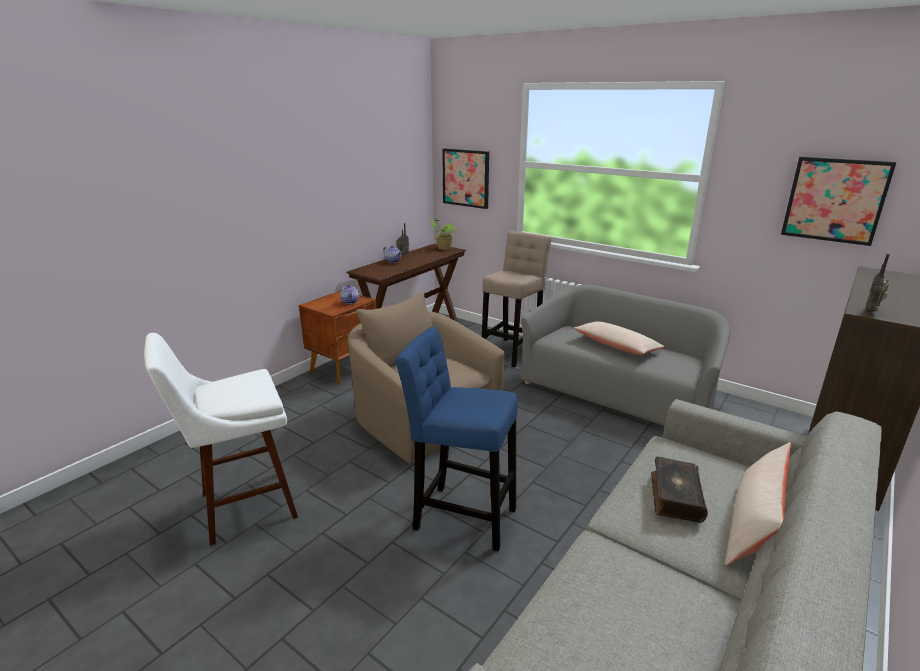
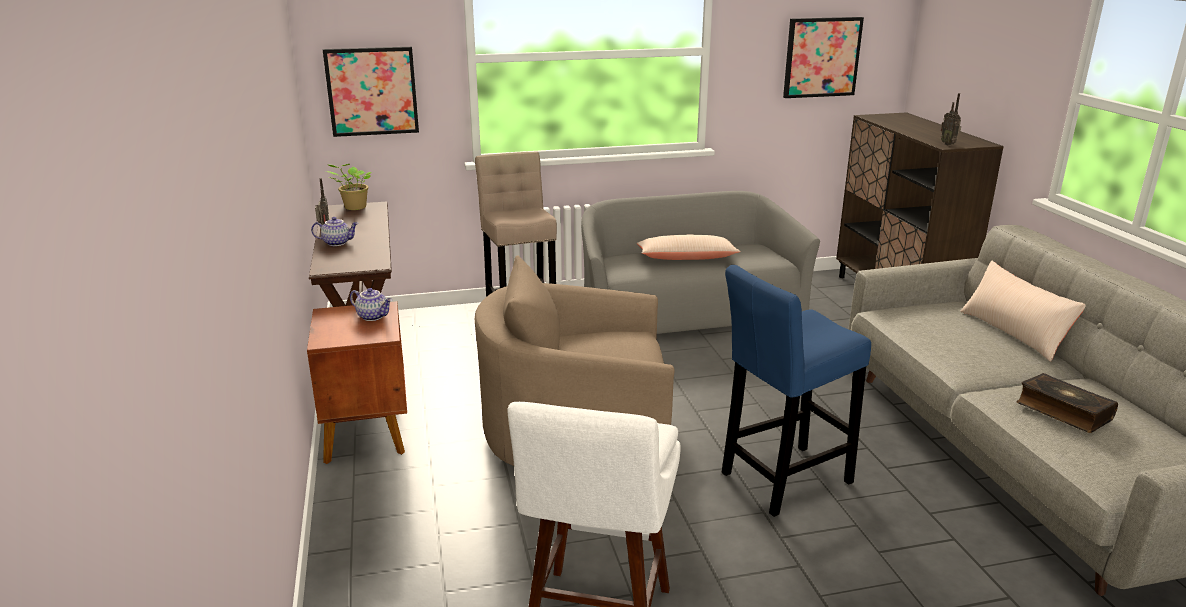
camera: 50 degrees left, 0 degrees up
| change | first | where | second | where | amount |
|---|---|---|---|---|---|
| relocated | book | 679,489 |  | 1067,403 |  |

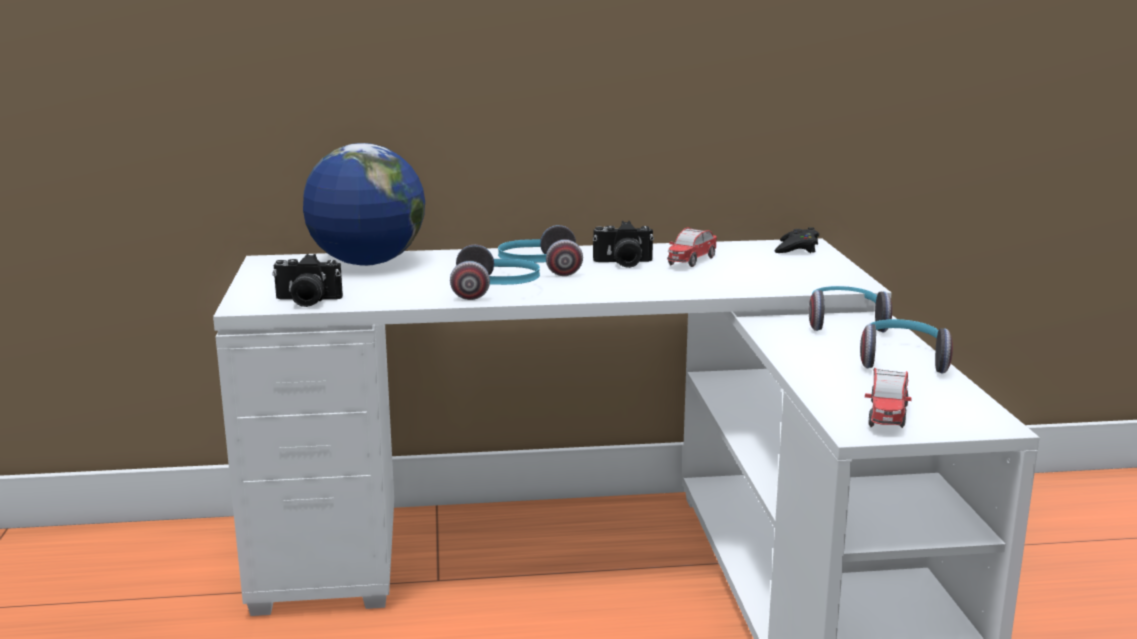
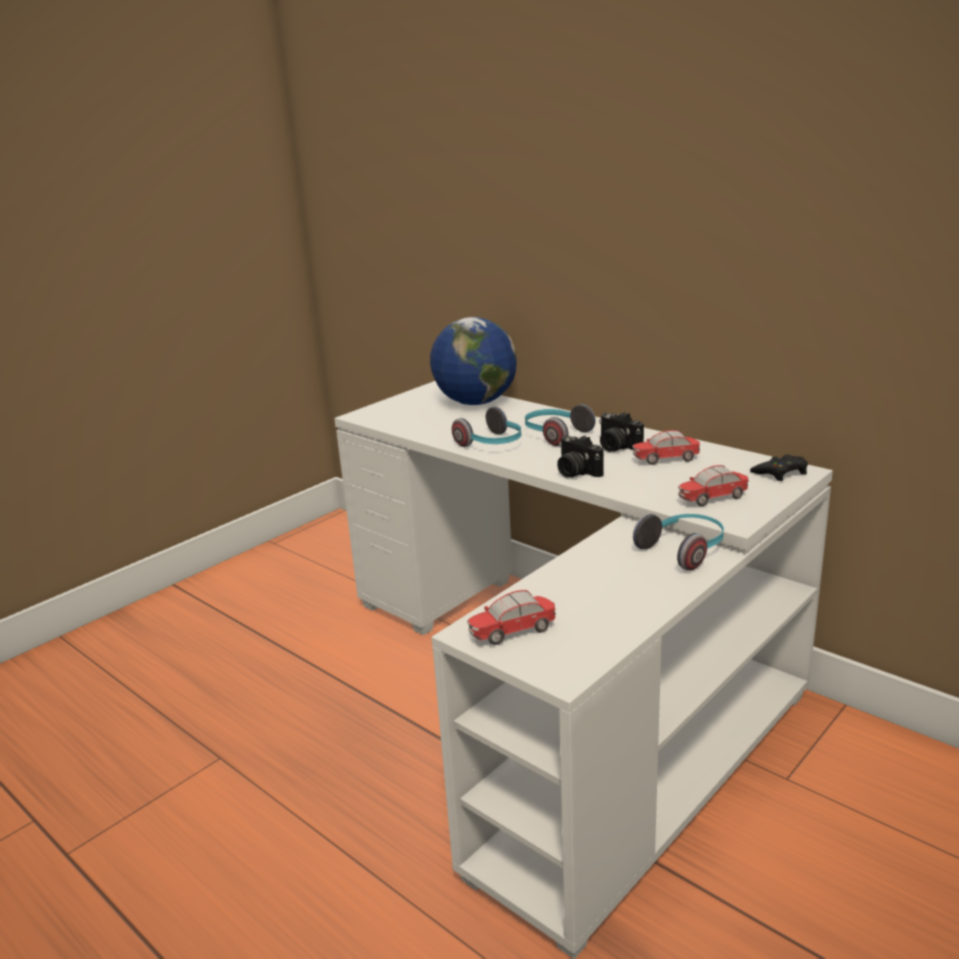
camera: 50 degrees right, 5 degrees up
| change | first | where | second | where | amount |
|---|---|---|---|---|---|
| missing | headphones | 906,346 |  |  |  |
| appeared |  |  | toy car | 713,485 |  |
| relocated | photo camera | 307,280 |  | 580,456 |  |

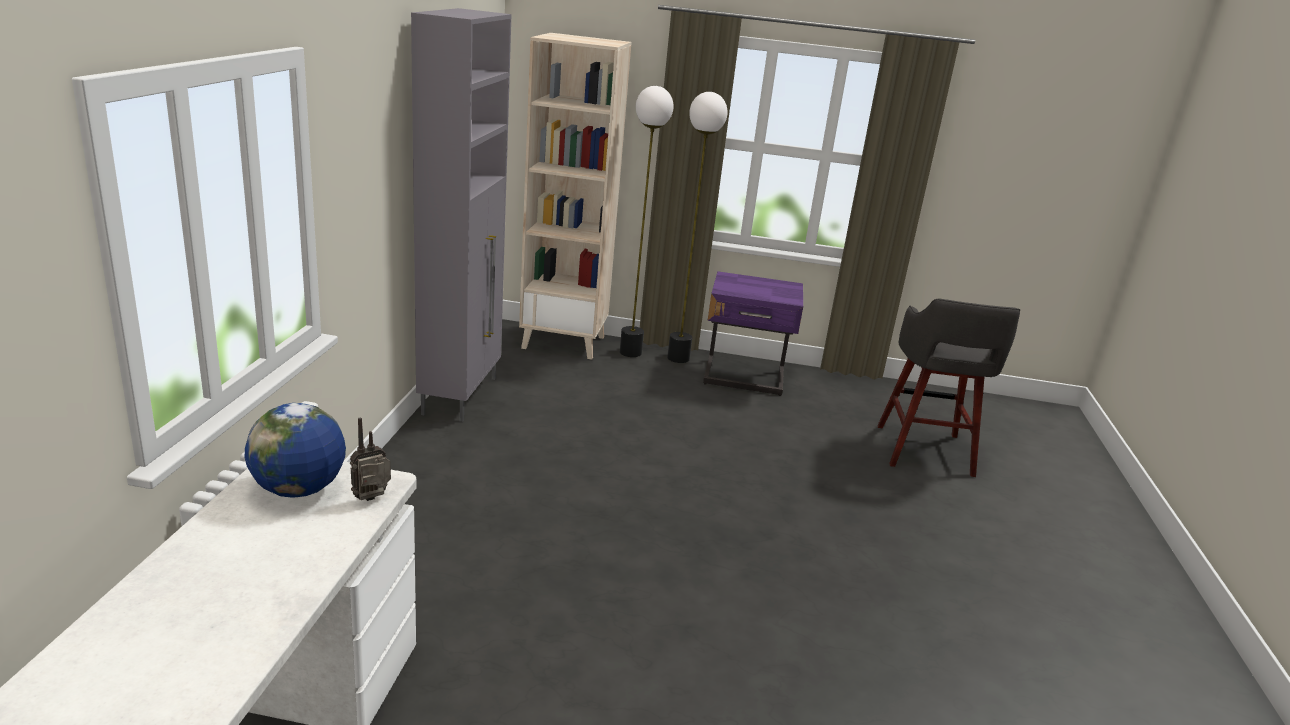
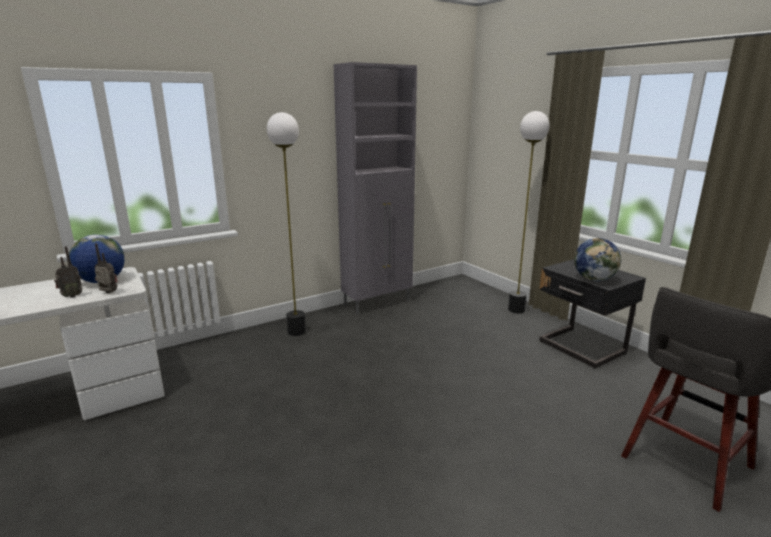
camera: 50 degrees right, 5 degrees down
| change | first | where | second | where | amount |
|---|---|---|---|---|---|
| missing | beige bookcase | 575,196 |  |  |  |
| appeared |  |  | radio | 68,272 |  |
| appeared |  |  | globe | 597,259 |  |
| relocated | floor lamp | 697,227 |  | 286,224 |  |
| colour | purple nightstand | 753,333 | black nightstand | 592,314 |  |

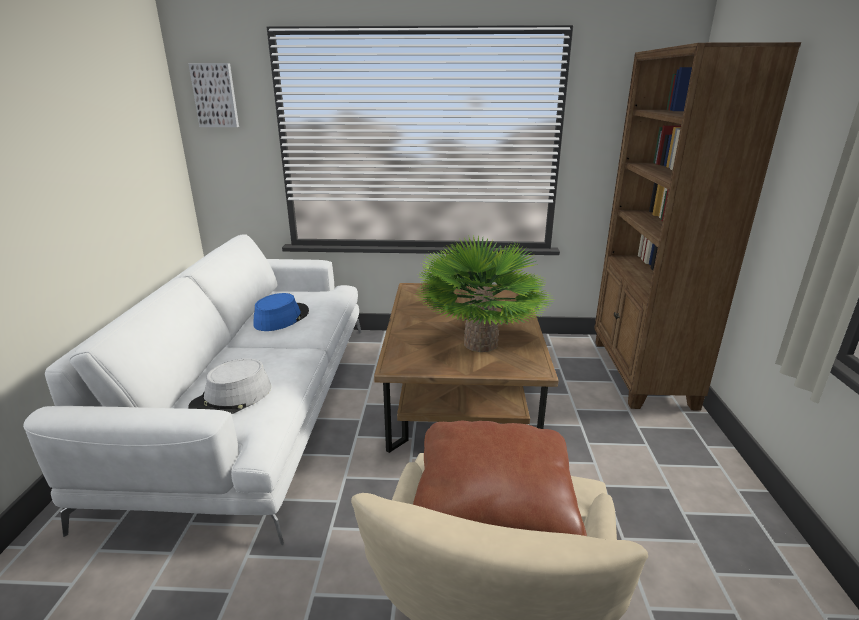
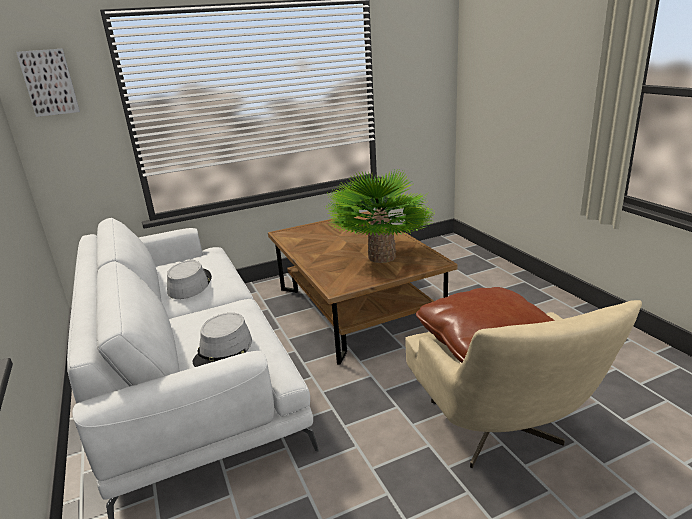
camera: 25 degrees left, 0 degrees up
| change | first | where | second | where | amount |
|---|---|---|---|---|---|
| missing | brown bookcase | 697,226 |  |  |  |
| colour | blue hat | 281,312 | grey hat | 189,279 |  |

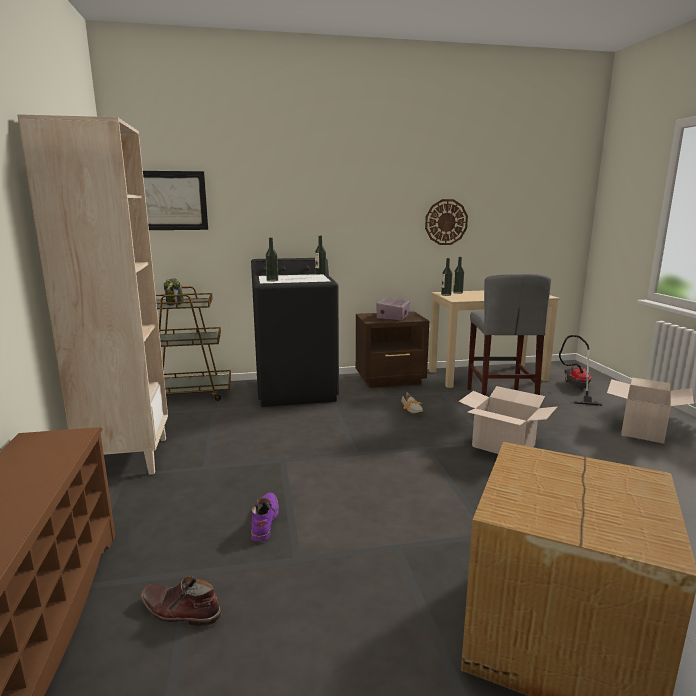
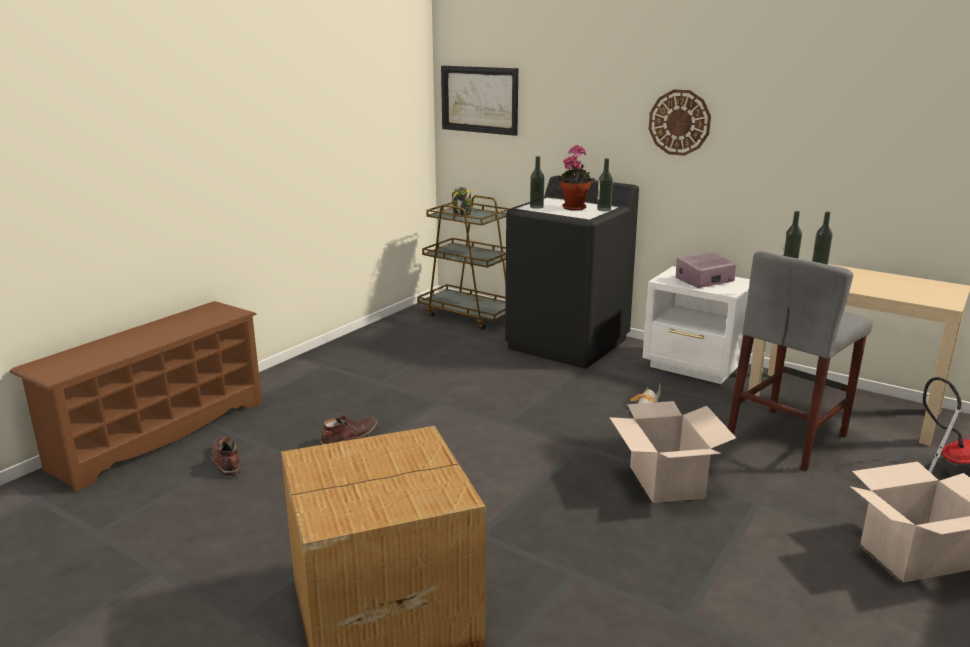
camera: 45 degrees right, 5 degrees up
| change | first | where | second | where | amount |
|---|---|---|---|---|---|
| missing | beige bookcase | 92,294 |  |  |  |
| appeared |  |  | potted plant | 576,178 |  |
| relocated | wall clock | 446,222 |  | 680,122 |  |
| colour | purple boot | 265,517 | brown boot | 349,429 |  |
| colour | brown nightstand | 392,349 | white nightstand | 696,325 |  |

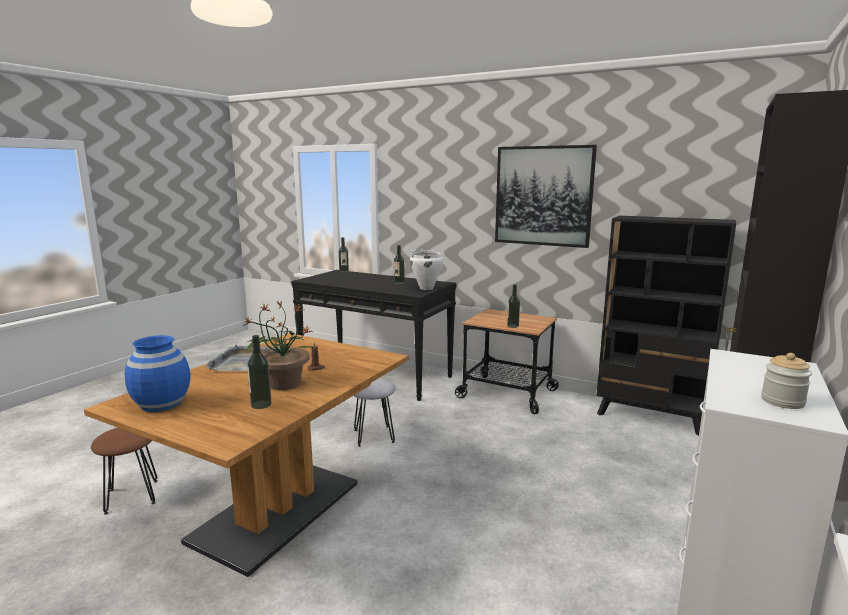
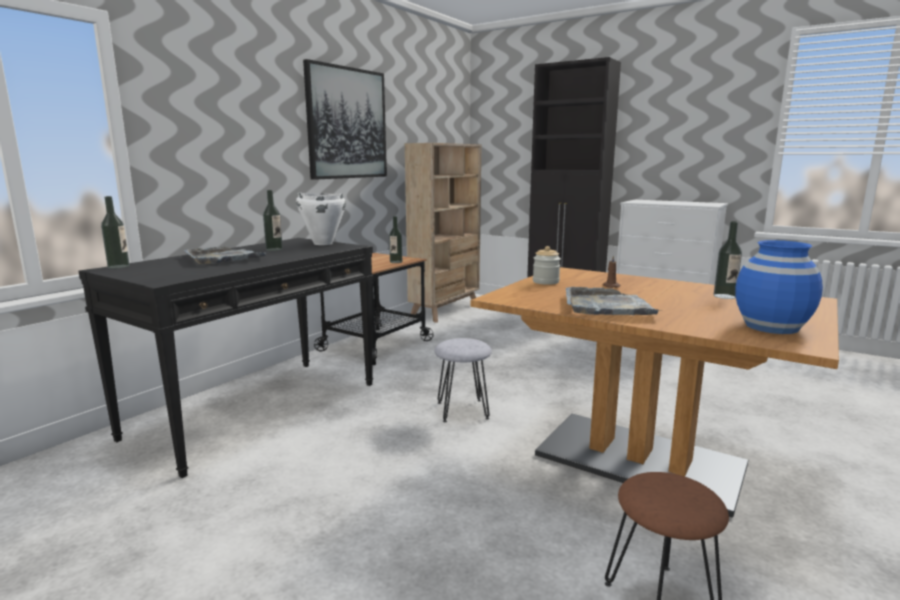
camera: 85 degrees left, 0 degrees up
| change | first | where | second | where | amount |
|---|---|---|---|---|---|
| missing | potted plant | 278,345 |  |  |  |
| appeared |  |  | grey tray | 226,255 |  |
| relocated | jar | 786,381 |  | 547,265 |  |
| colour | black bookcase | 666,326 | beige bookcase | 443,233 |  |

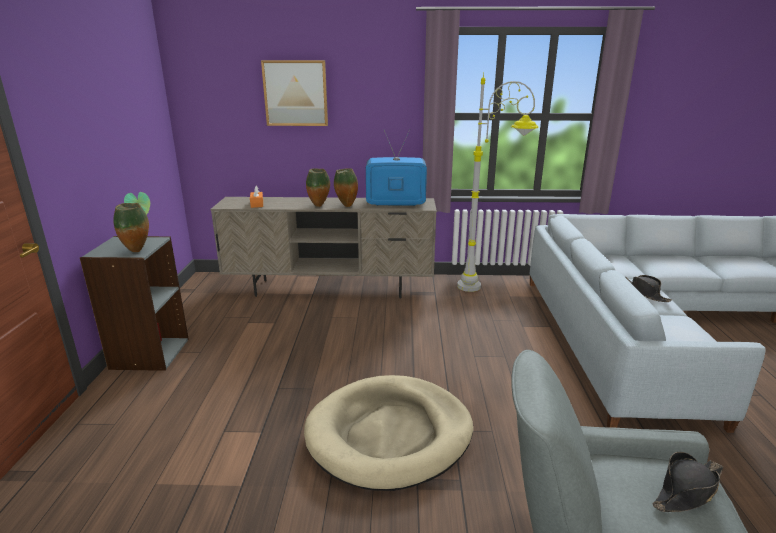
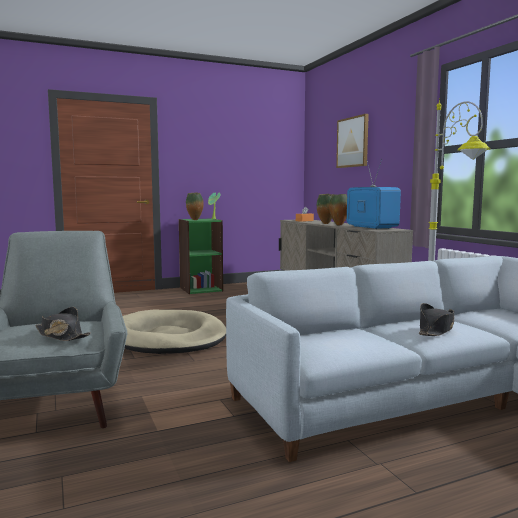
camera: 65 degrees right, 15 degrees down
| change | first | where | second | where | amount |
|---|---|---|---|---|---|
| colour | grey bookcase | 134,303 | green bookcase | 201,256 |  |

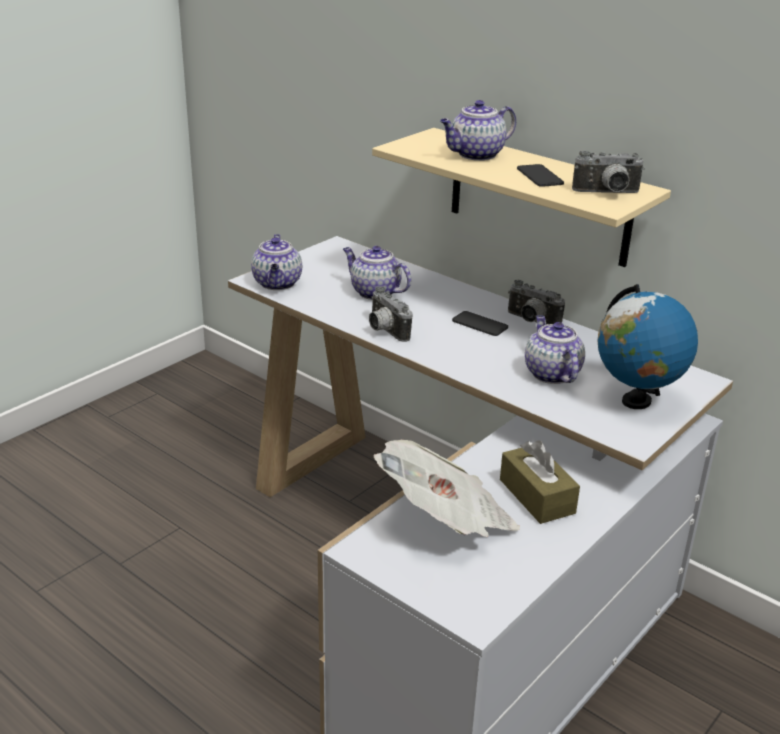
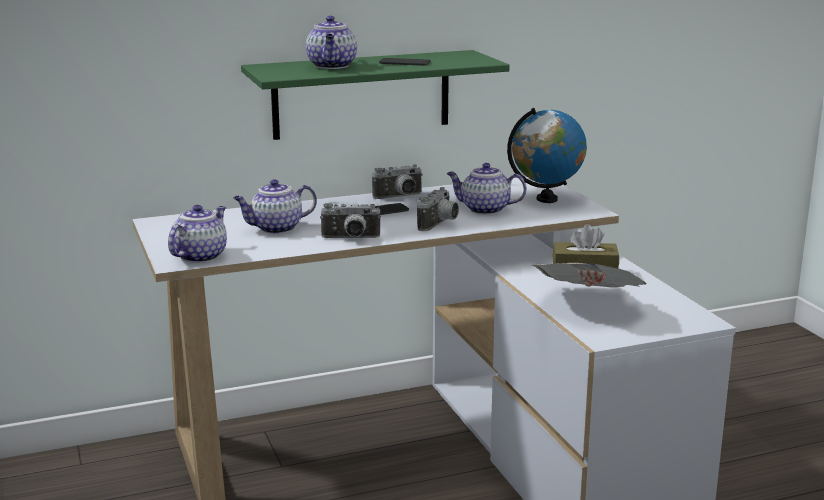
camera: 60 degrees left, 10 degrees down
| change | first | where | second | where | amount |
|---|---|---|---|---|---|
| relocated | photo camera | 608,172 |  | 438,209 |  |
| colour | beige shelf | 521,197 | green shelf | 375,95 |  |
| spun | teapot | 276,262 |  | 197,234 | 90 degrees counterclockwise |

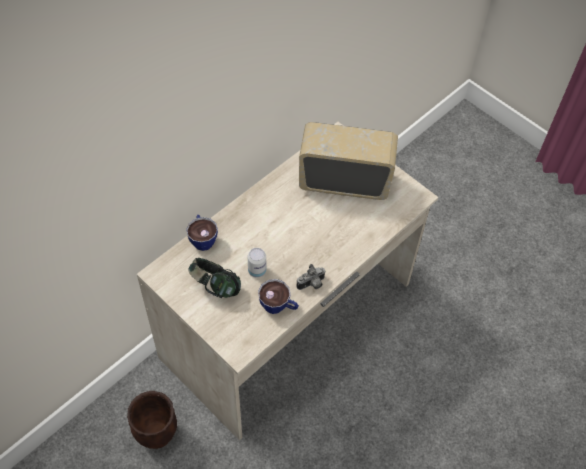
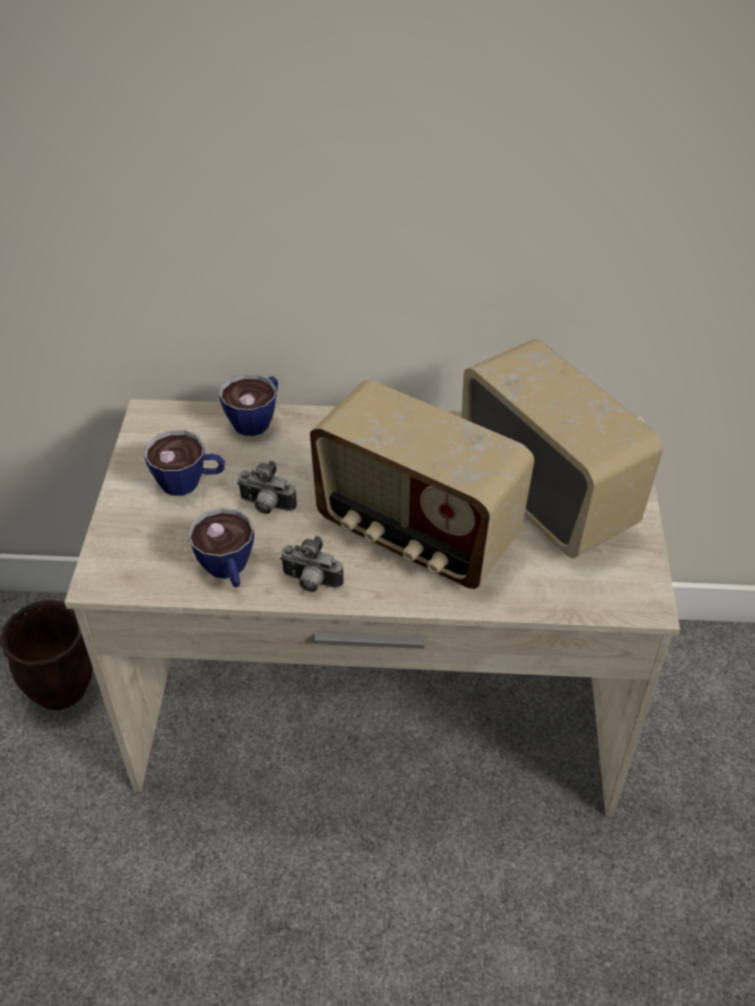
camera: 50 degrees right, 10 degrees down
| change | first | where | second | where | amount |
|---|---|---|---|---|---|
| appeared |  |  | radio | 422,484 |  |
| exchanged | headphones | 214,278 | cup | 184,463 |  |
| exchanged | can | 257,263 | photo camera | 267,487 |  |

